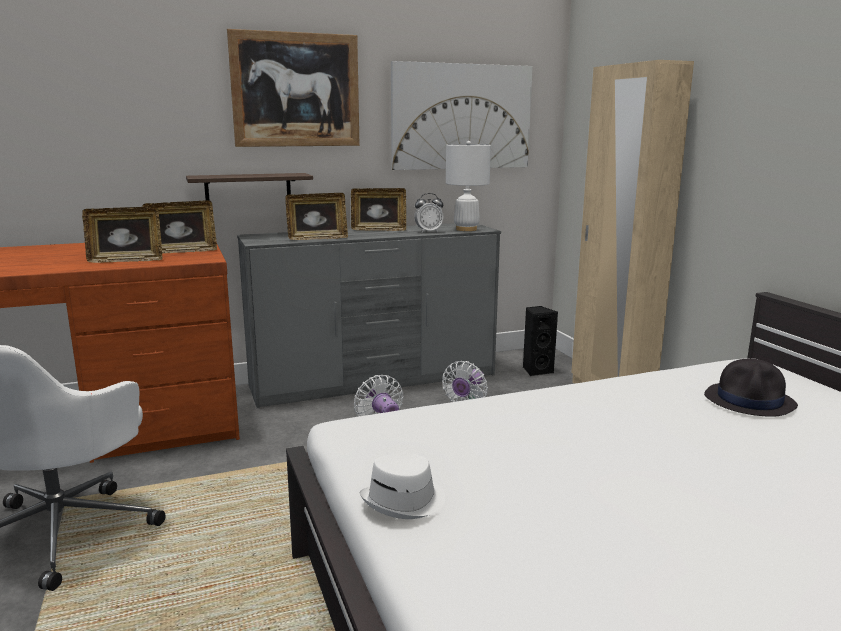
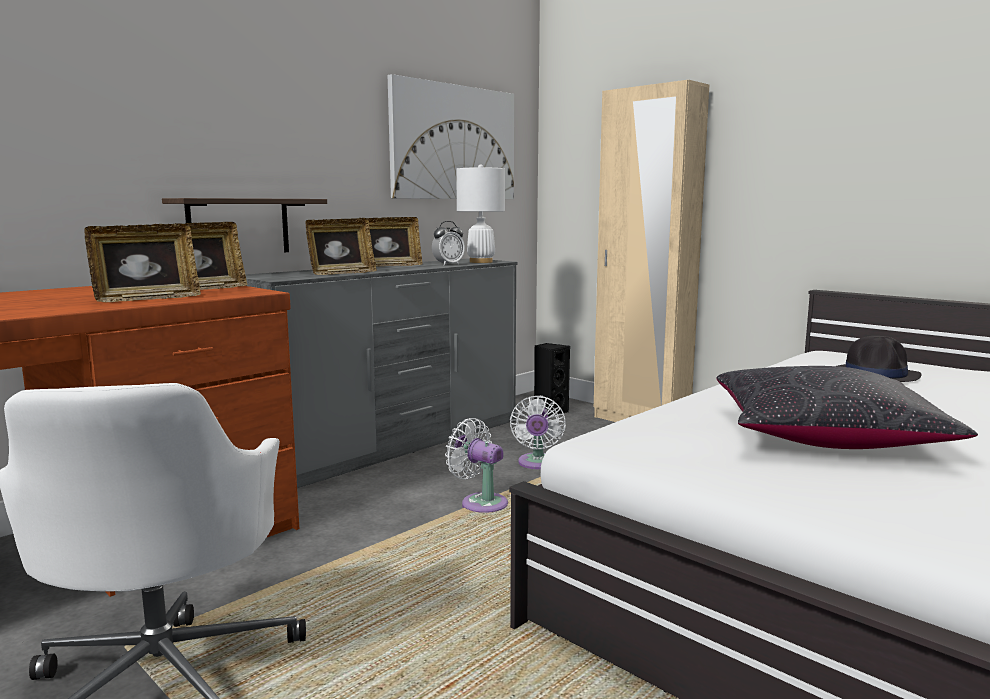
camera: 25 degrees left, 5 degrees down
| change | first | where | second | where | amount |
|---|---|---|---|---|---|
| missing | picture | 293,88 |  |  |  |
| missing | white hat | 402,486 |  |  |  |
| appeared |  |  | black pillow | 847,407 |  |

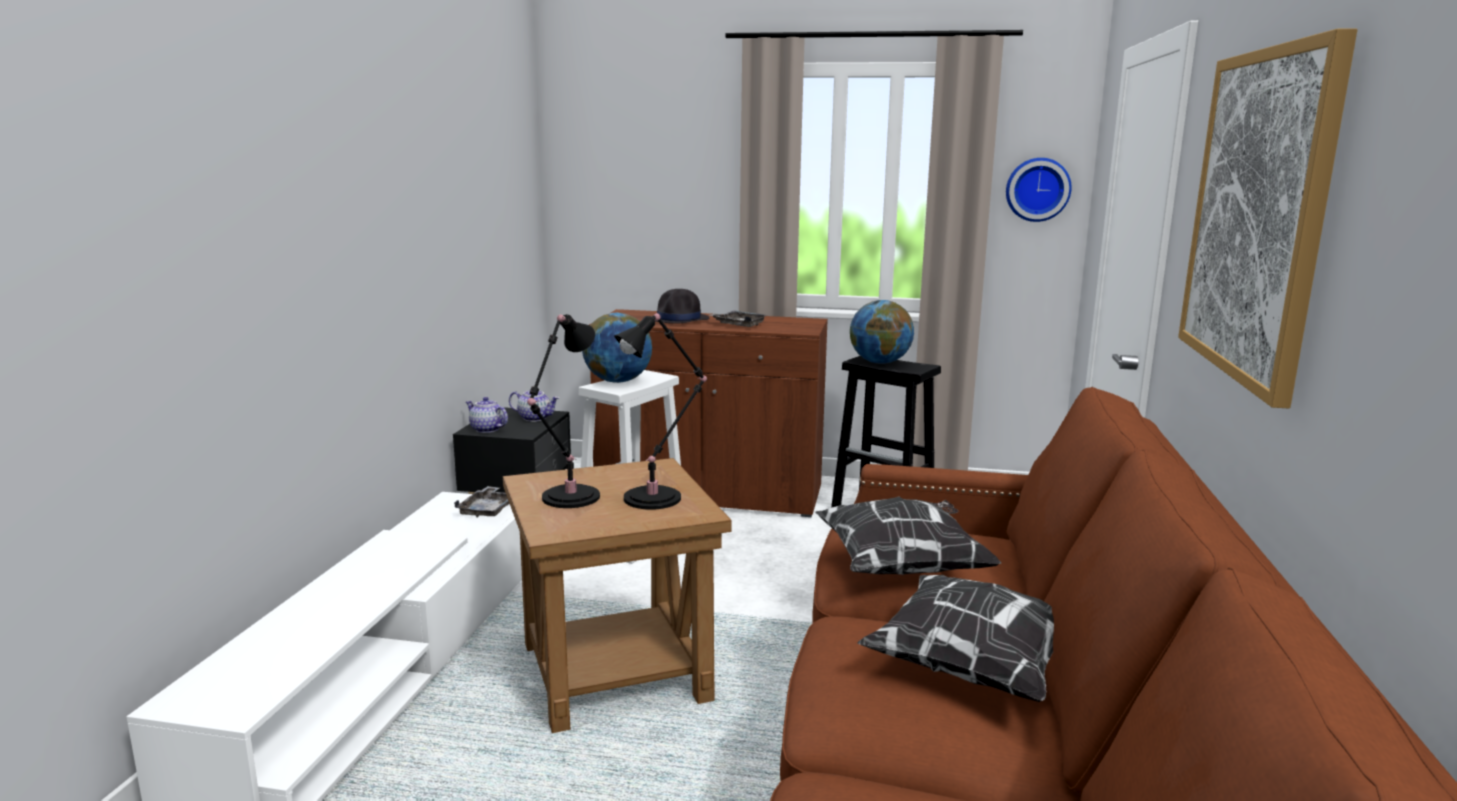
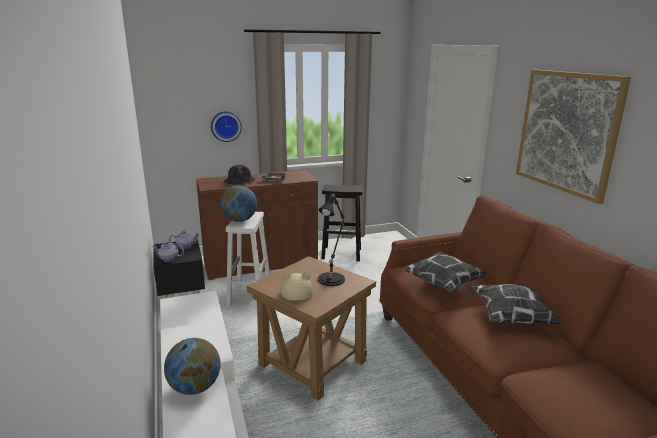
camera: 30 degrees left, 5 degrees up
| change | first | where | second | where | amount |
|---|---|---|---|---|---|
| missing | grey tray | 481,502 |  |  |  |
| relocated | globe | 882,332 |  | 192,366 |  |
| relocated | wall clock | 1038,190 |  | 226,126 |  |
| exchanged | black table lamp | 563,411 | beige hat | 296,286 |  |

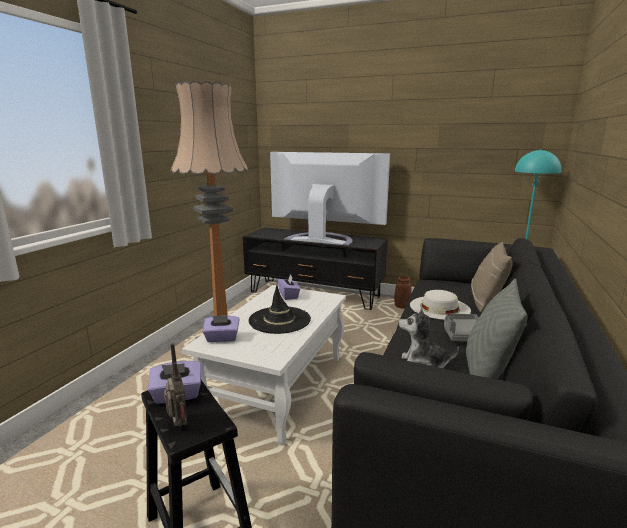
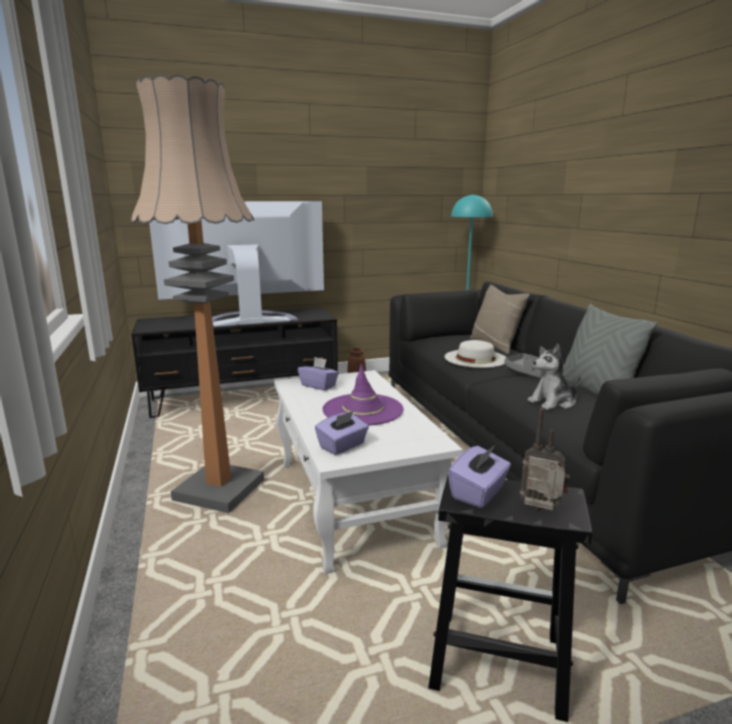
camera: 40 degrees left, 0 degrees up
| change | first | where | second | where | amount |
|---|---|---|---|---|---|
| colour | black hat | 279,309 | purple hat | 363,395 |  |

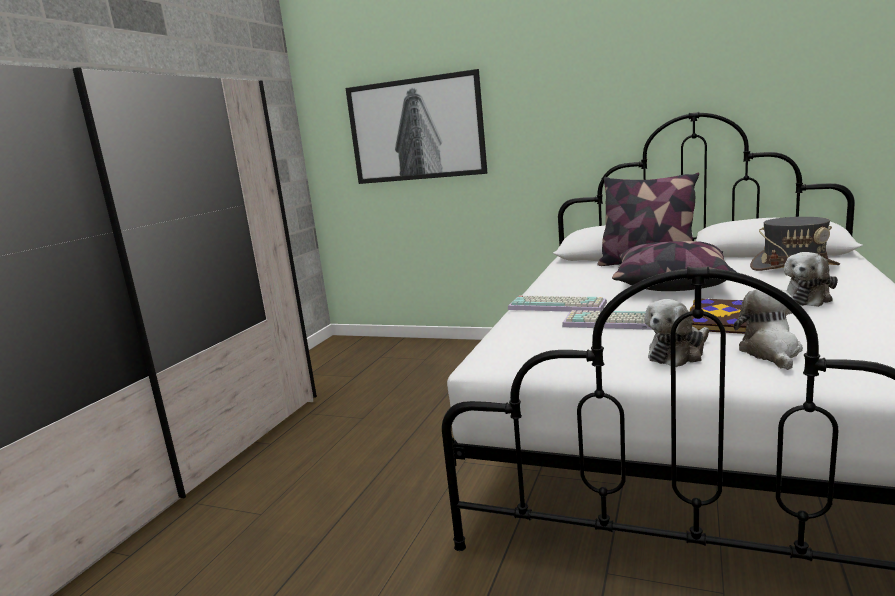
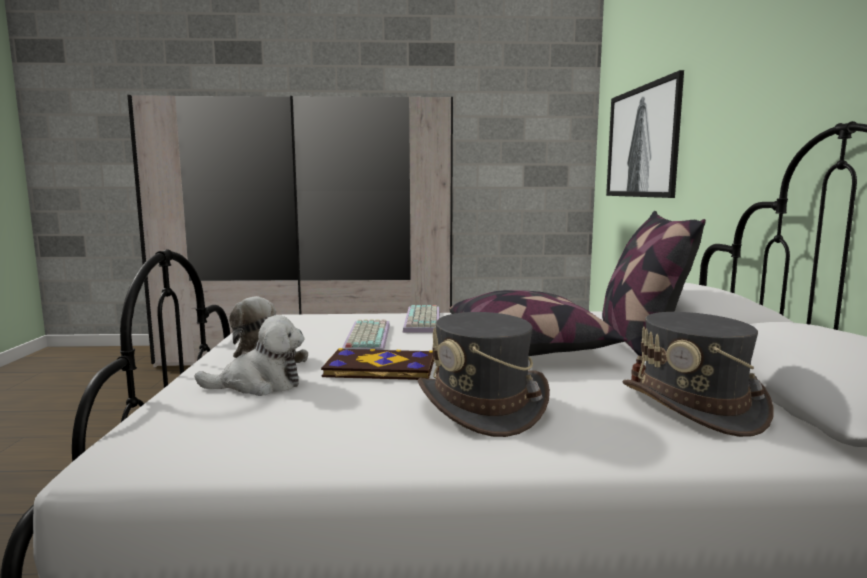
camera: 65 degrees right, 5 degrees down
| change | first | where | second | where | amount |
|---|---|---|---|---|---|
| exchanged | plush toy | 811,279 | grey hat | 484,374 |  |

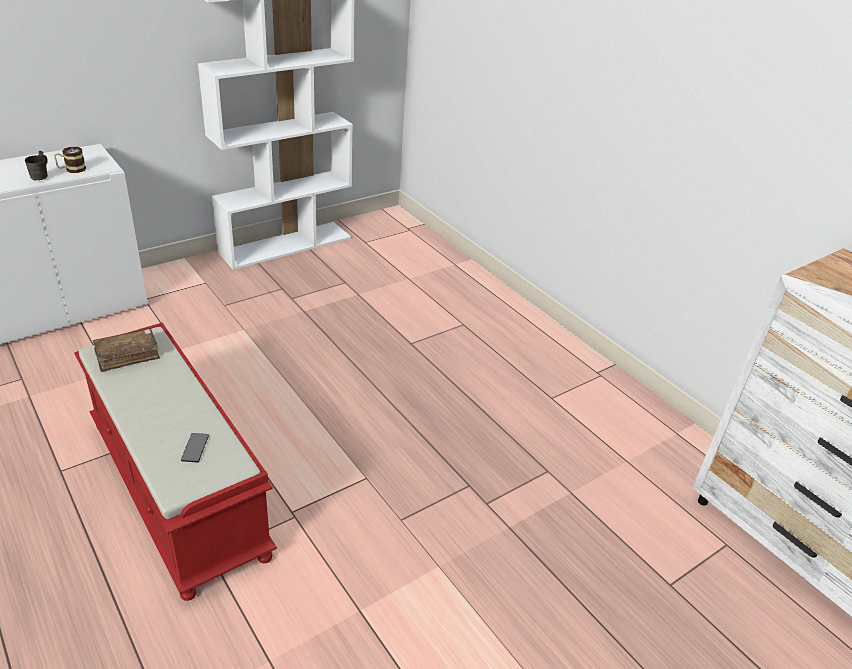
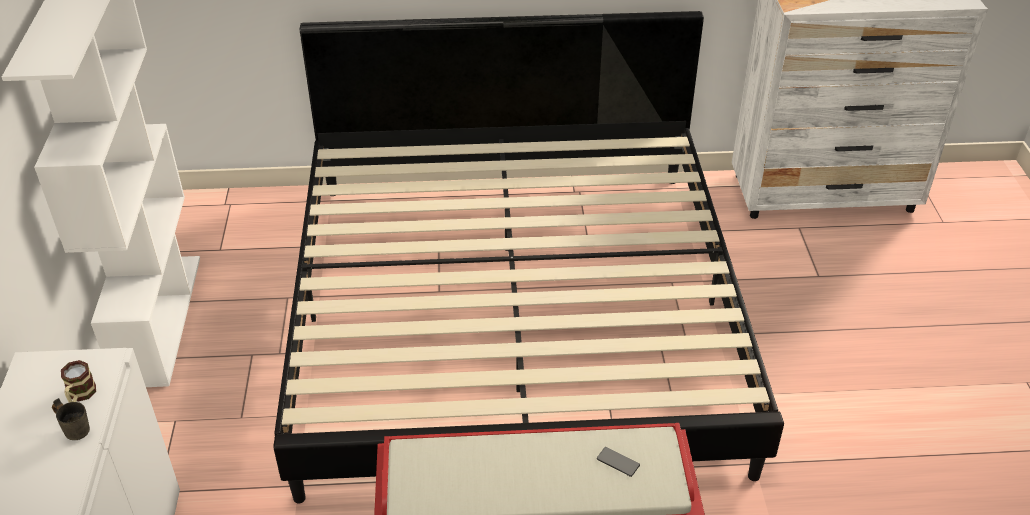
camera: 55 degrees left, 5 degrees up
| change | first | where | second | where | amount |
|---|---|---|---|---|---|
| missing | brown book | 126,350 |  |  |  |
| appeared |  |  | bed | 528,257 |  |

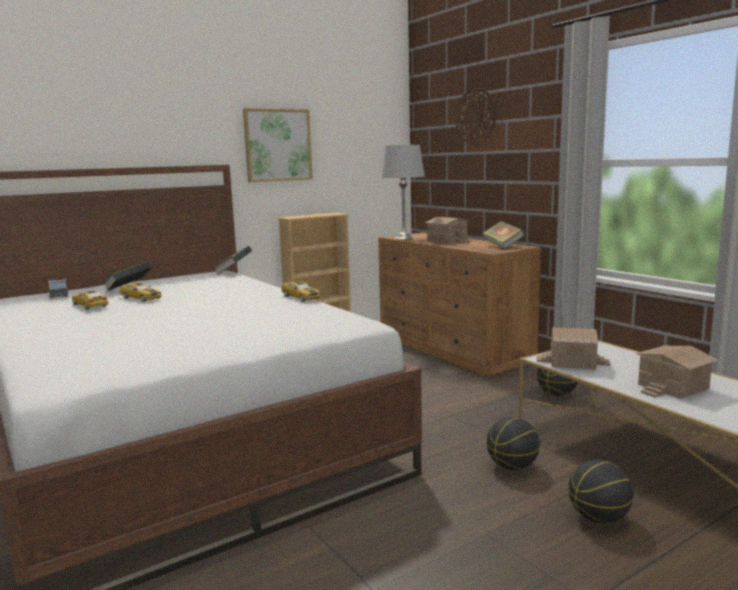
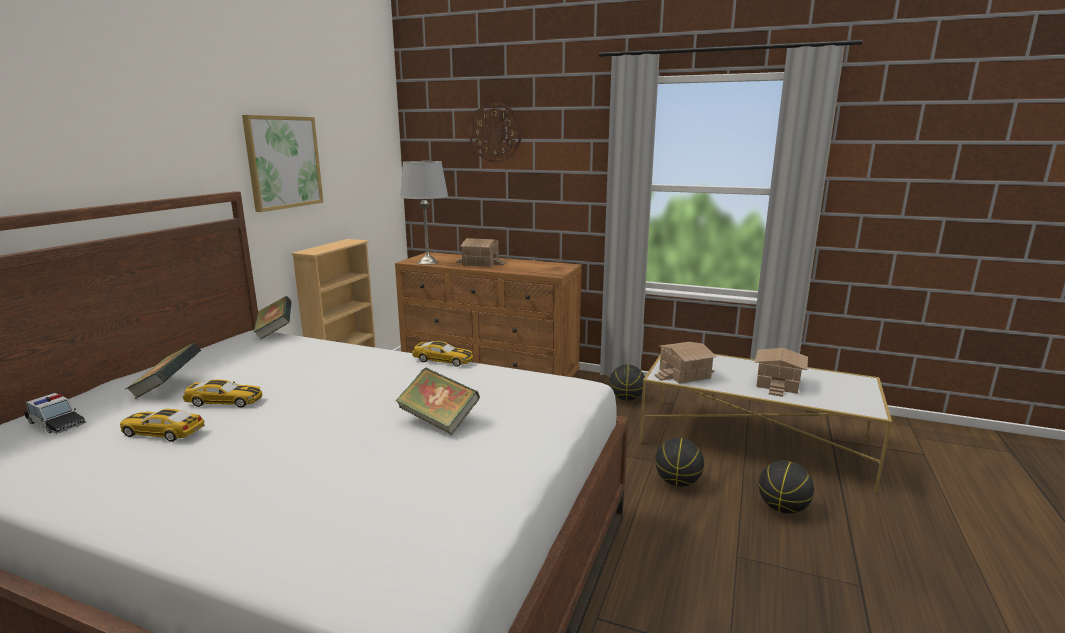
camera: 35 degrees left, 5 degrees up
| change | first | where | second | where | amount |
|---|---|---|---|---|---|
| relocated | book | 503,235 |  | 438,401 |  |

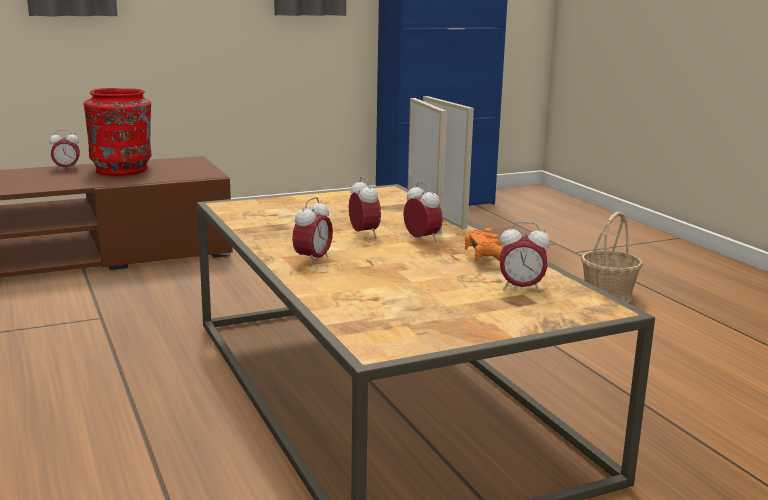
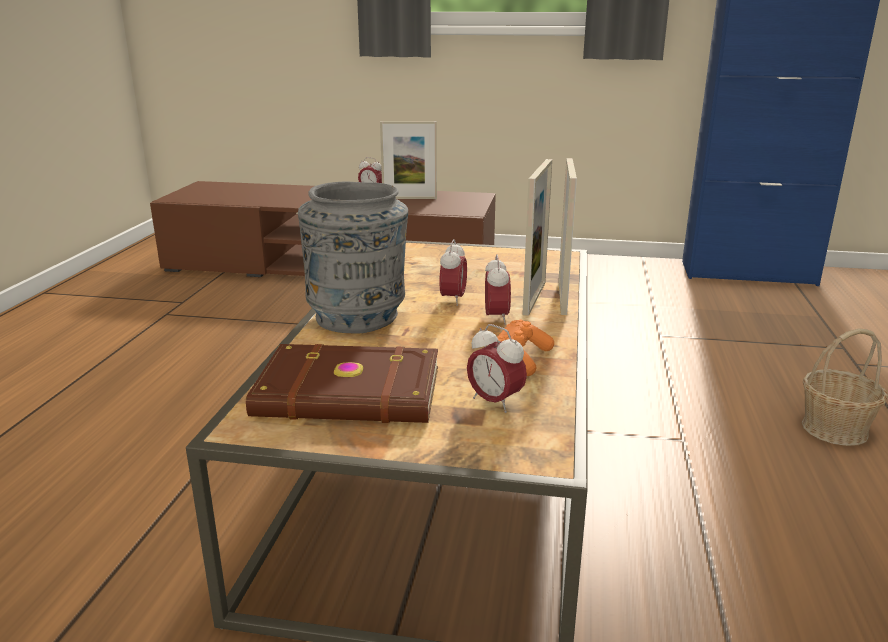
camera: 35 degrees right, 5 degrees up
| change | first | where | second | where | amount |
|---|---|---|---|---|---|
| appeared |  |  | brown book | 342,383 |  |
| exchanged | red vase | 117,132 | picture frame | 408,160 |  |
| exchanged | alarm clock | 312,231 | grey vase | 353,258 |  |

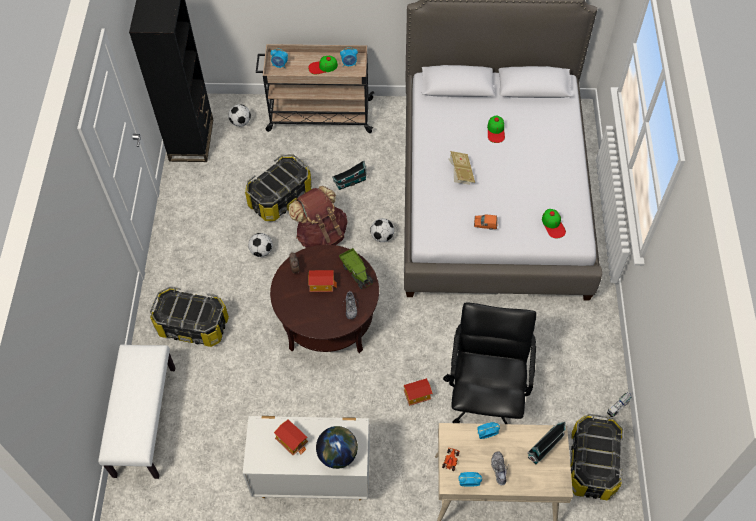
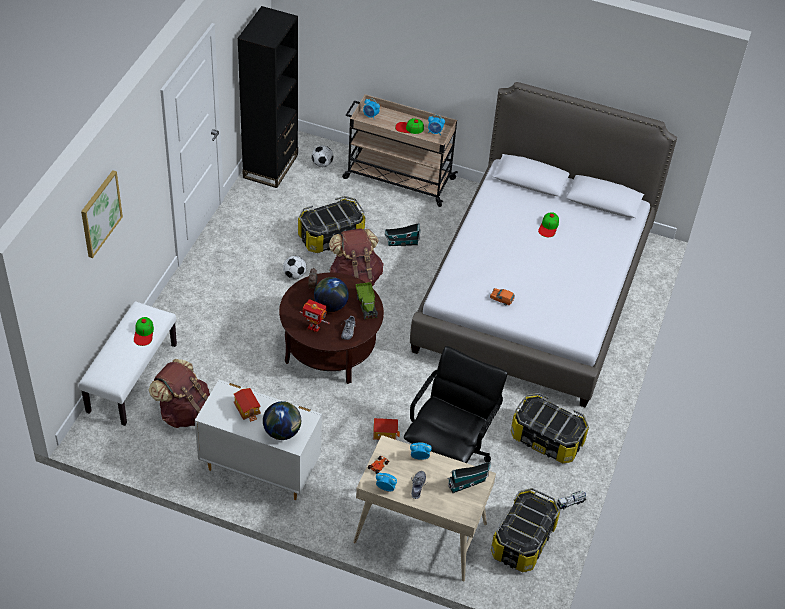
camera: 15 degrees right, 10 degrees down
| change | first | where | second | where | amount |
|---|---|---|---|---|---|
| missing | football | 382,230 |  |  |  |
| missing | book | 461,168 |  |  |  |
| appeared |  |  | picture | 102,214 |  |
| appeared |  |  | brown backpack | 179,393 |  |
| appeared |  |  | toy robot | 315,315 |  |
| relocated | storage box | 189,316 |  | 550,428 |  |
| relocated | cap | 554,223 |  | 144,331 |  |
| exchanged | toy house | 322,281 | globe | 331,294 |  |

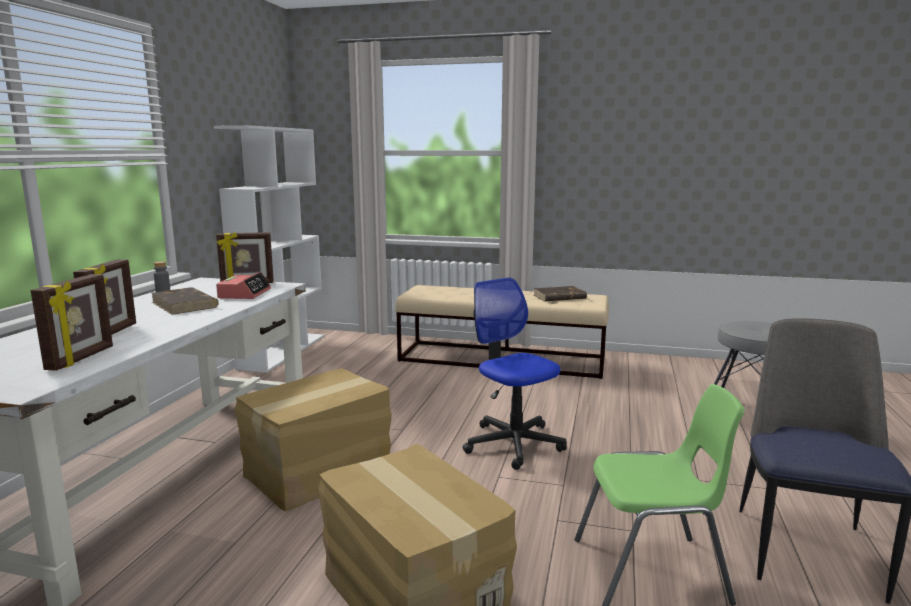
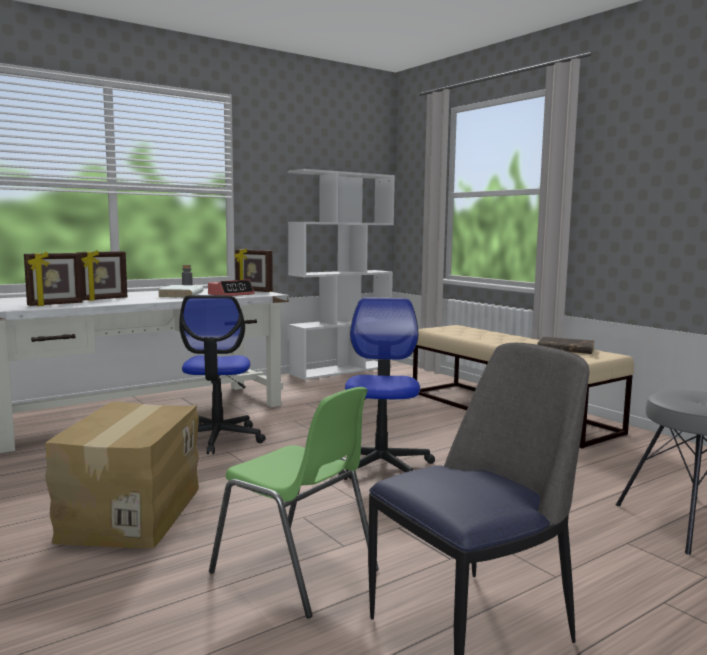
camera: 40 degrees right, 5 degrees down
| change | first | where | second | where | amount |
|---|---|---|---|---|---|
| exchanged | cardboard box | 313,440 | office chair | 222,374 |  |
| colour | brown book | 185,301 | white book | 181,291 |  |

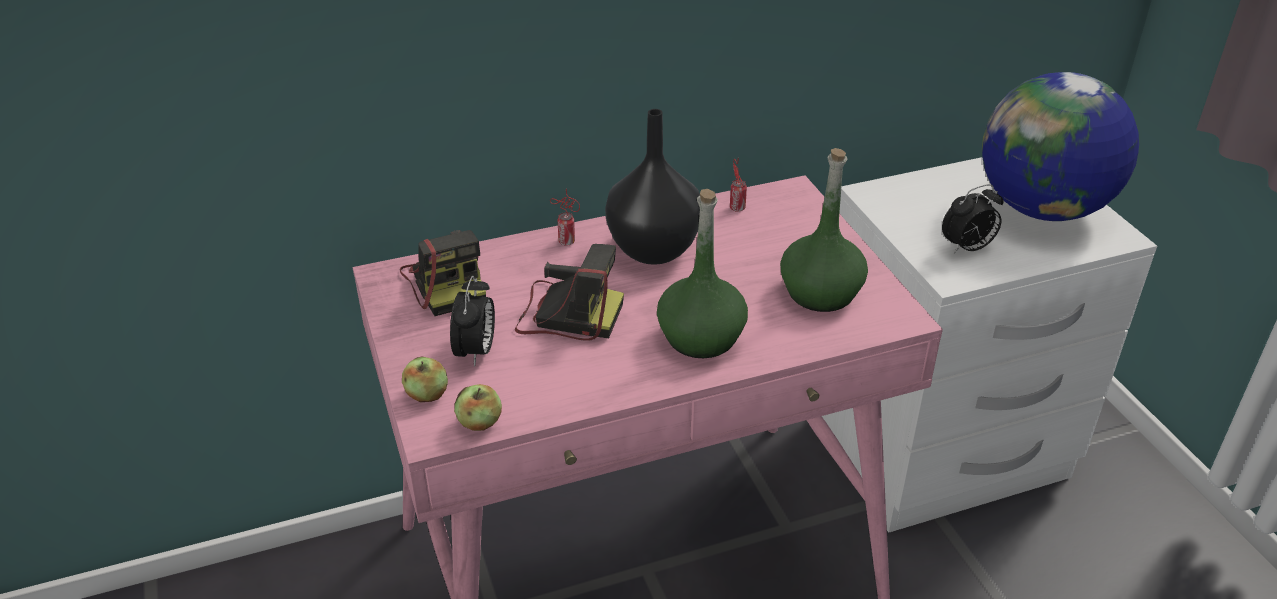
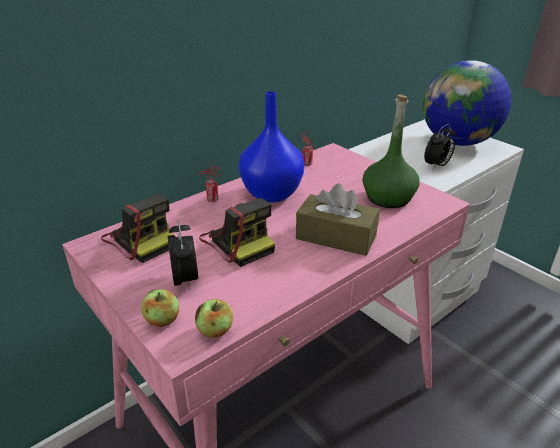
camera: 20 degrees left, 5 degrees down
| change | first | where | second | where | amount |
|---|---|---|---|---|---|
| exchanged | green bottle | 702,273 | brown tissue box | 338,219 |  |
| colour | black vase | 652,187 | blue vase | 271,147 |  |
| spun | photo camera | 569,292 |  | 237,232 | 60 degrees clockwise |

